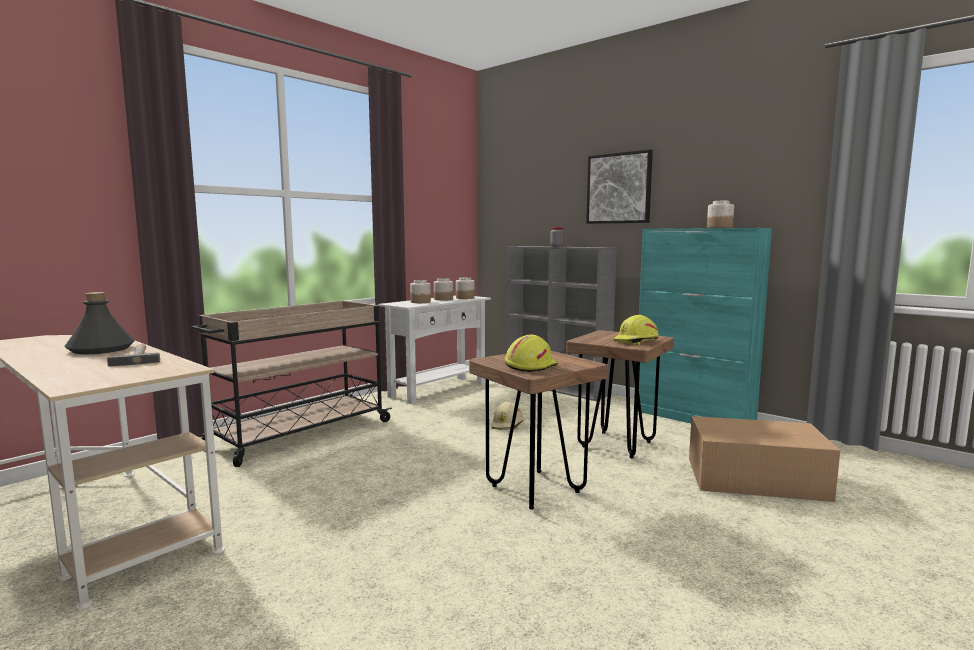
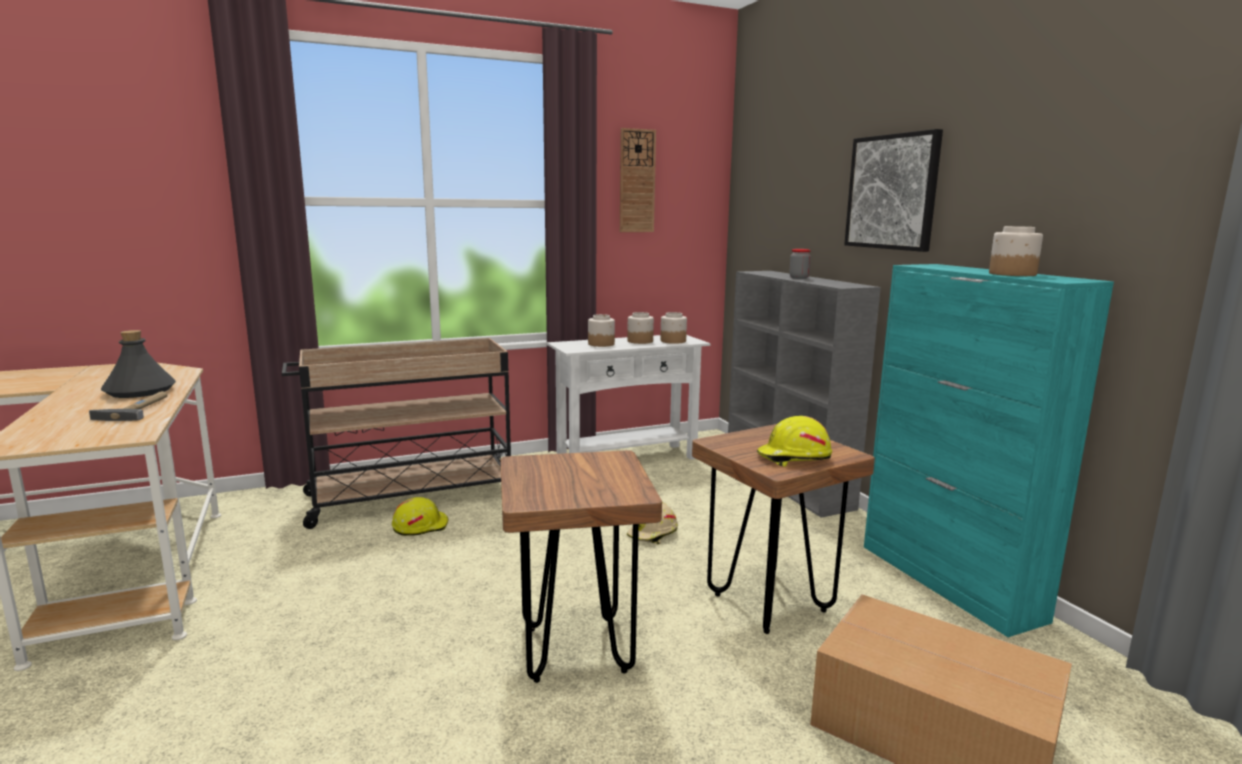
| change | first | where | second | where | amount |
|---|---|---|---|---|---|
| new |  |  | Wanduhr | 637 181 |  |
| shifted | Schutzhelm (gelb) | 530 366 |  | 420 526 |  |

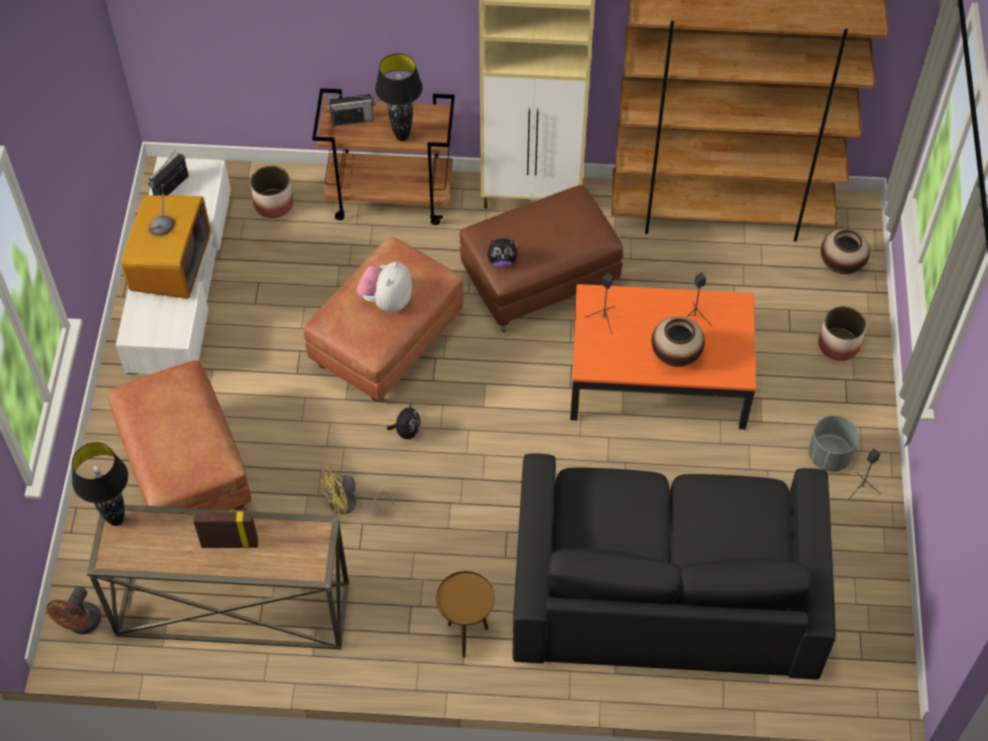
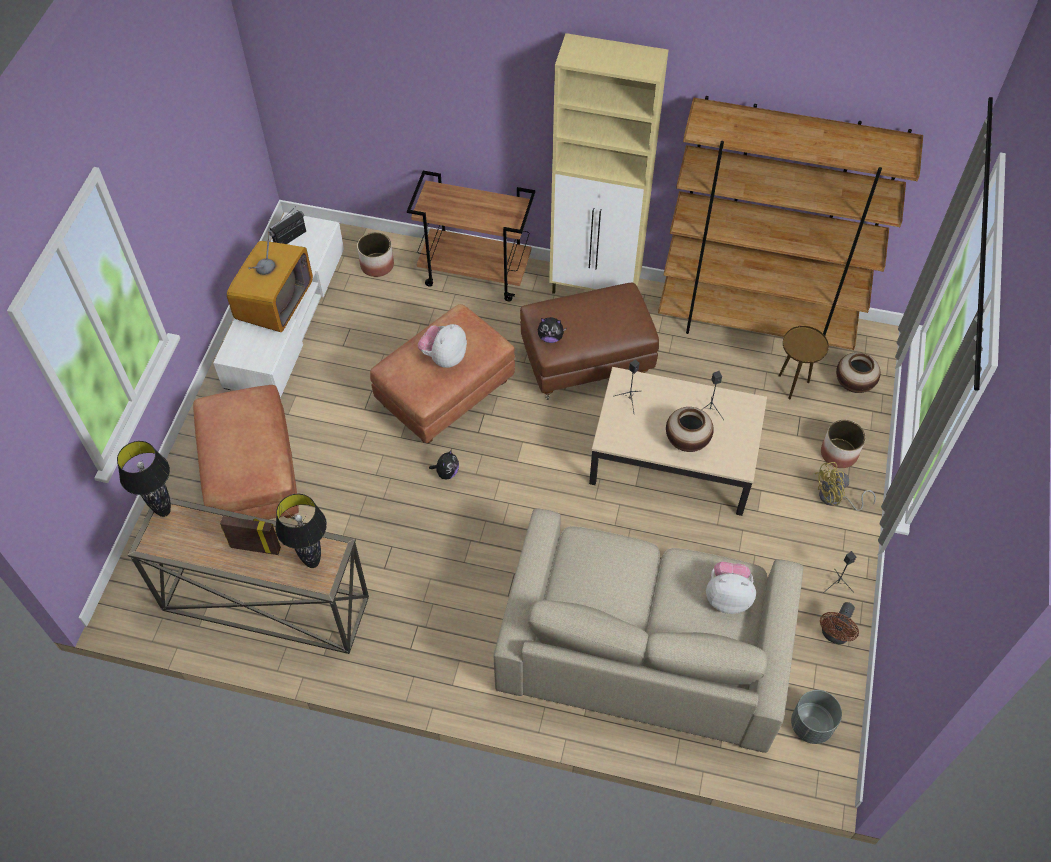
| change | first | where | second | where | amount |
|---|---|---|---|---|---|
| gone | Radio | 352 120 |  |  |  |
| new |  |  | Plüschtier | 727 597 |  |
| shifted | Ventilator (braun) | 81 625 |  | 834 635 |  |
| shifted | Ventilator (gelb) | 349 505 |  | 835 498 |  |
| shifted | Tischlampe (schwarz) | 402 137 |  | 313 563 |  |
| shifted | Beistelltisch (braun) | 466 636 |  | 792 385 |  |
| shifted | Pflanzkübel (grau) | 829 456 |  | 811 725 |  |
| repainted | Sofa (schwarz) | 665 587 | Sofa (beige) | 644 645 |  |
| repainted | Couchtisch (orange) | 658 378 | Couchtisch (beige) | 673 459 |  |

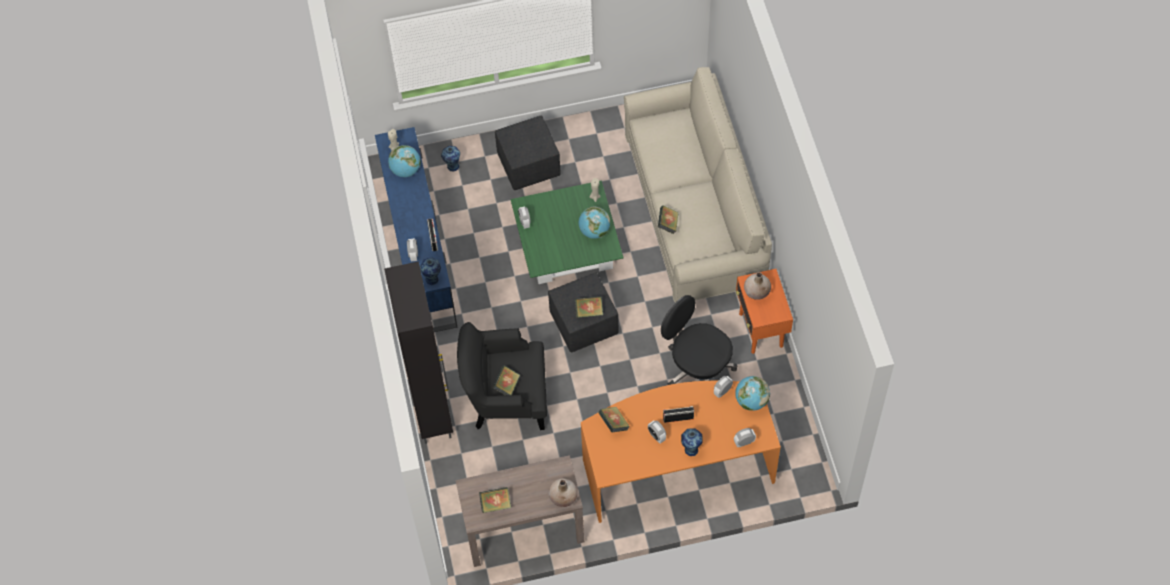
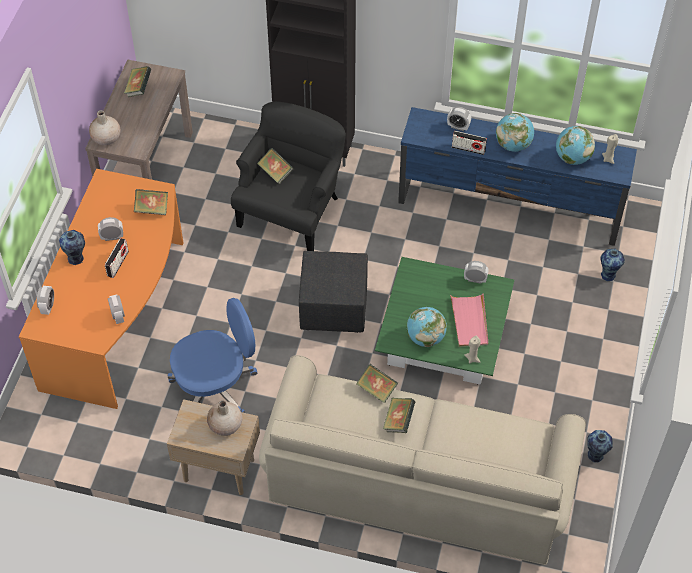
| change | first | where | second | where | amount |
|---|---|---|---|---|---|
| gone | Polsterhocker (schwarz) | 529 165 |  |  |  |
| new |  |  | Tablett (rosa) | 469 322 |  |
| shifted | Vase | 432 279 |  | 595 456 |  |
| shifted | Buch | 589 311 |  | 398 421 |  |
| shifted | Globus | 751 401 |  | 513 145 |  |
| repainted | Bürostuhl (schwarz) | 697 367 | Bürostuhl (blau) | 215 386 |  |
| repainted | Beistelltisch (orange) | 761 330 | Beistelltisch (beige) | 218 470 |  |

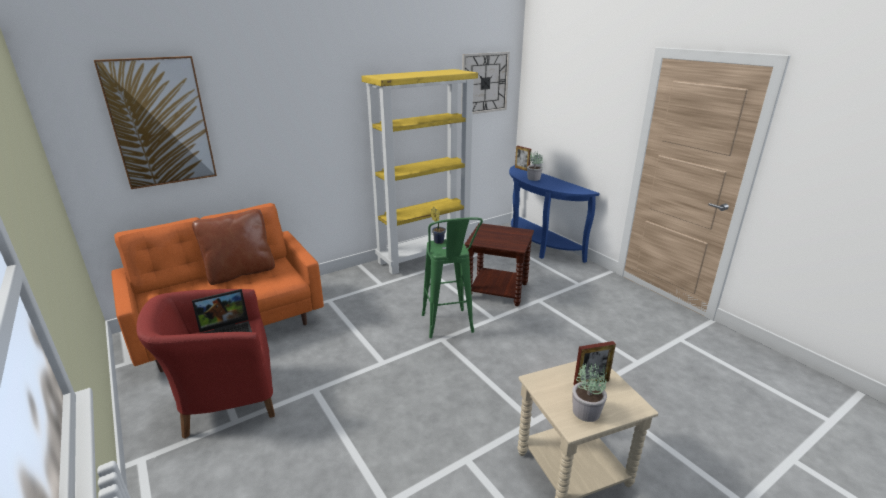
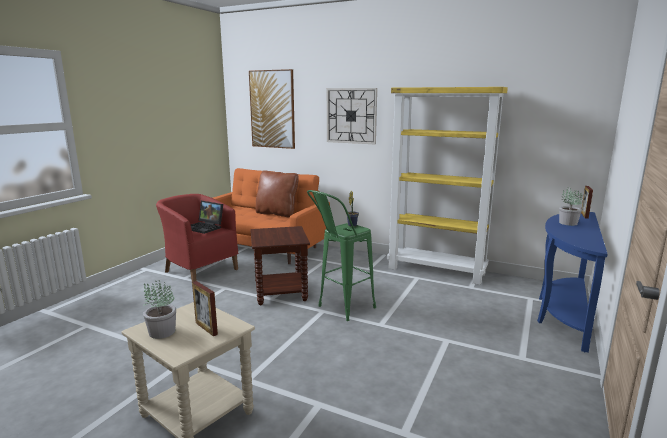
| change | first | where | second | where | amount |
|---|---|---|---|---|---|
| shifted | Wanduhr | 484 83 |  | 351 116 |  |
| shifted | Beistelltisch (braun) | 497 290 |  | 281 292 |  |

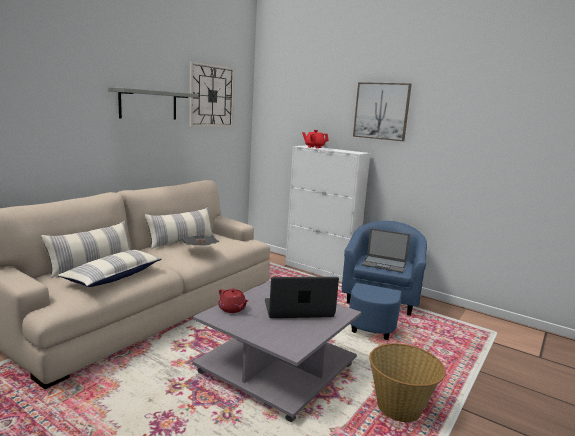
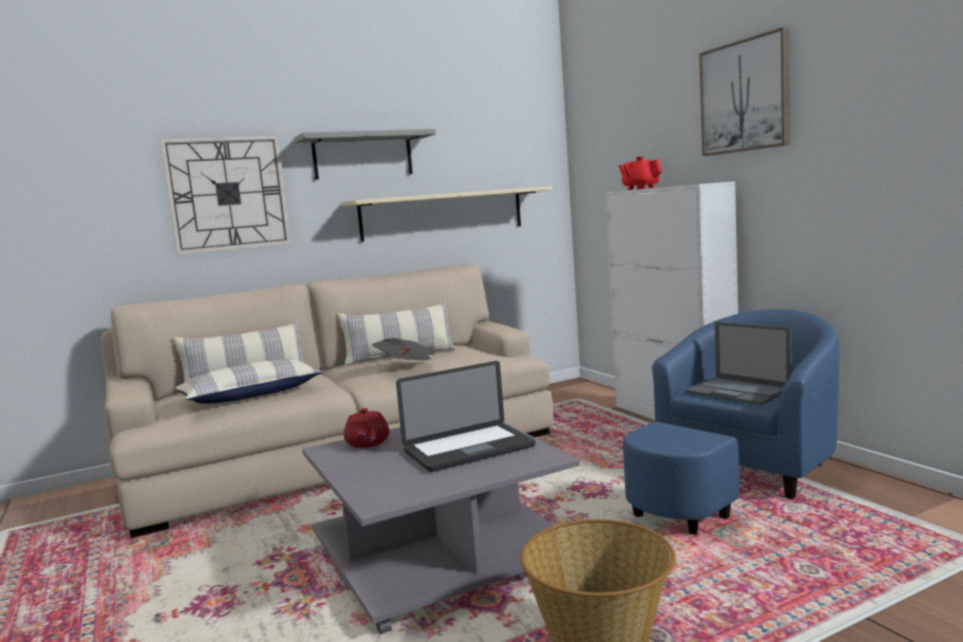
| change | first | where | second | where | amount |
|---|---|---|---|---|---|
| new |  |  | Wandregal (beige) | 443 214 |  |
| shifted | Wanduhr | 211 96 |  | 228 194 |  |
| rotated | Laptop | 298 309 |  | 469 449 | 135 degrees clockwise |

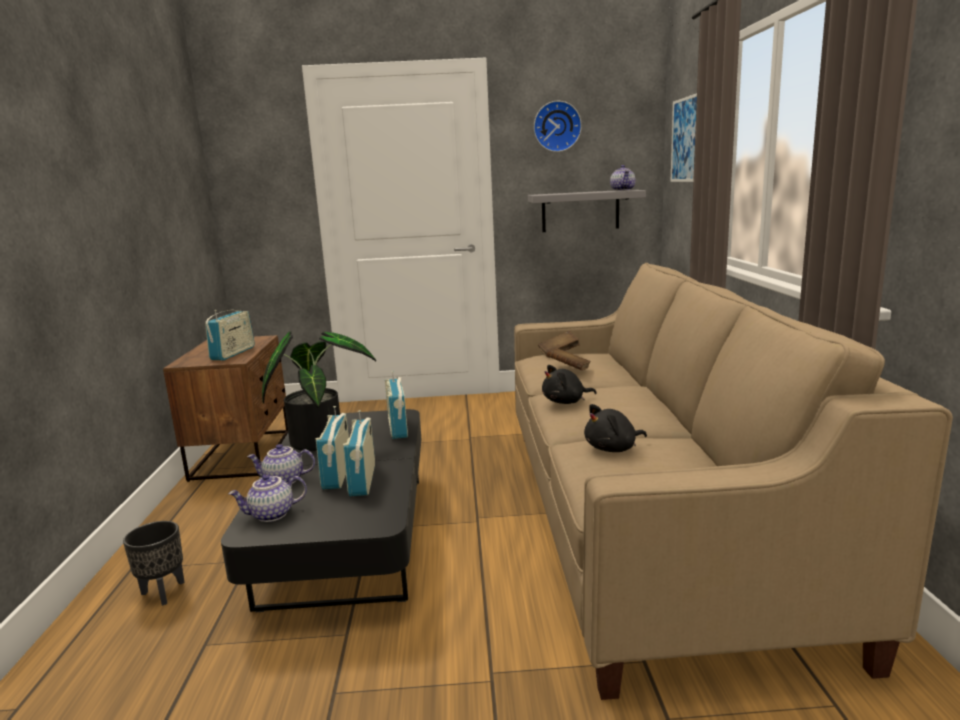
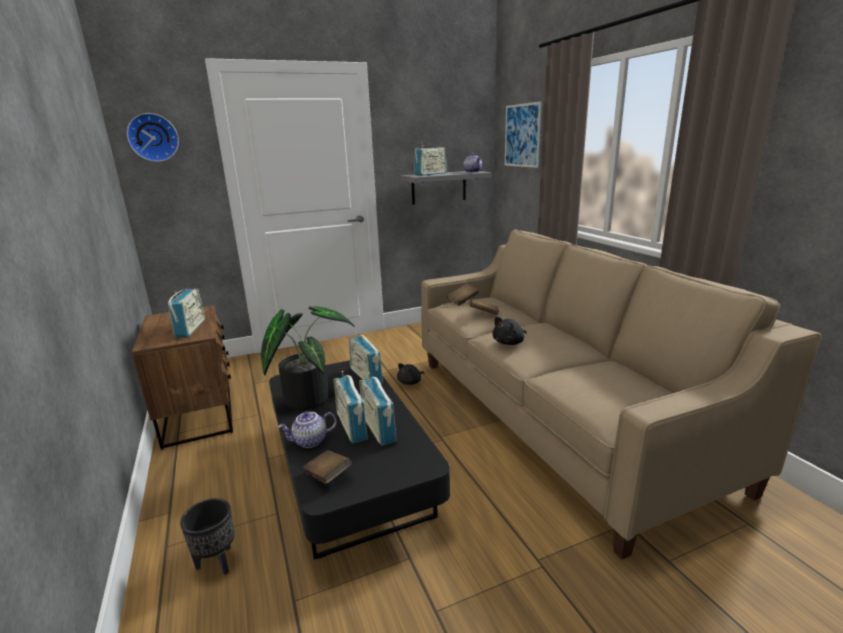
| change | first | where | second | where | amount |
|---|---|---|---|---|---|
| new |  |  | Radio | 431 174 |  |
| shifted | Wanduhr | 556 126 |  | 153 137 |  |
| shifted | Plüschtier (schwarz) | 613 449 |  | 410 382 |  |
| swapped | Teekanne | 271 515 | Buch (braun) | 328 476 |  |

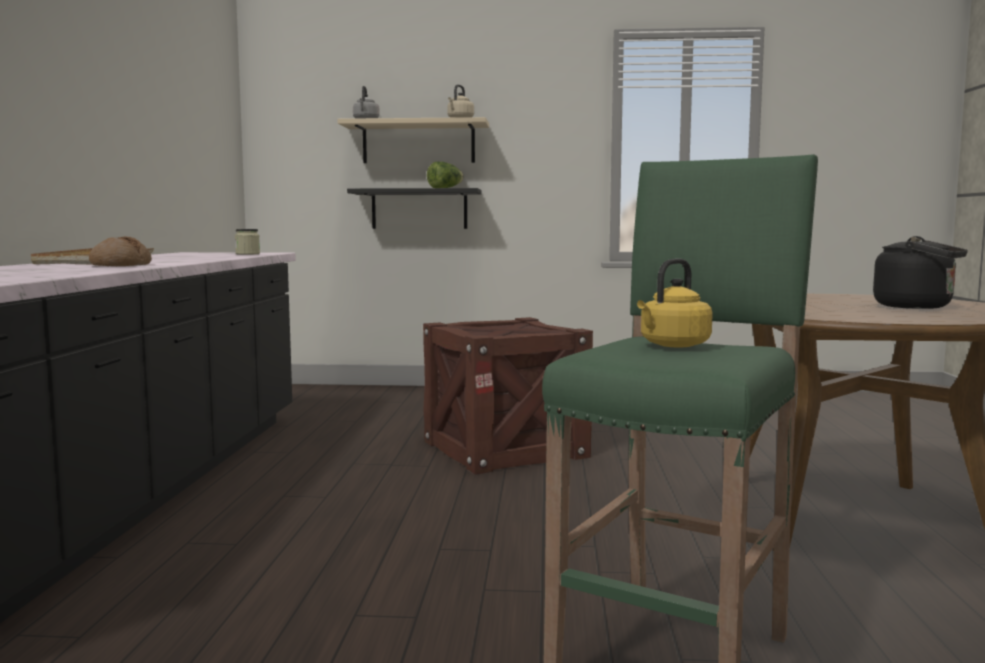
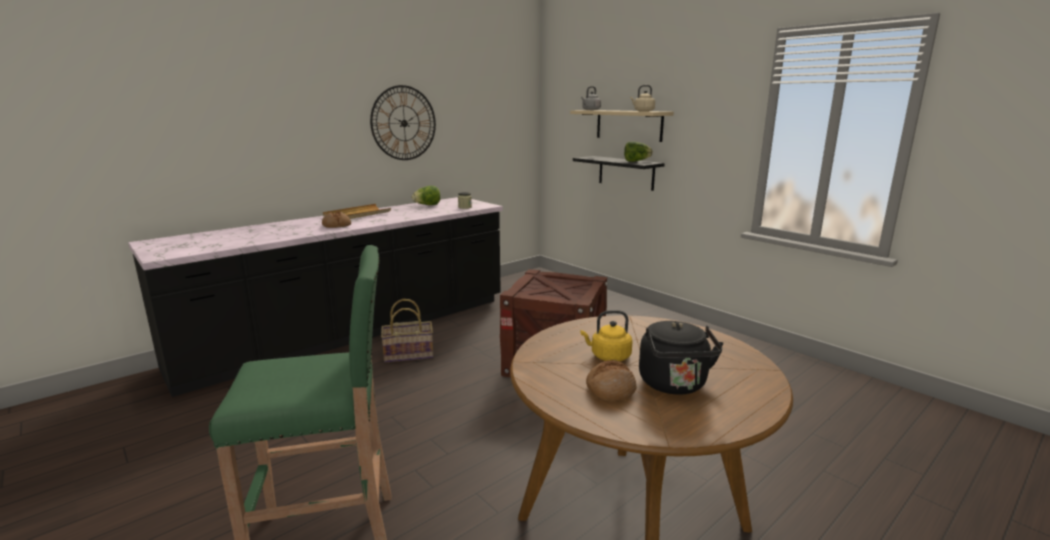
| change | first | where | second | where | amount |
|---|---|---|---|---|---|
| new |  |  | Wanduhr | 404 123 |  |
| new |  |  | Korb | 409 354 |  |
| new |  |  | Salatkopf | 427 205 |  |
| new |  |  | Brot | 610 389 |  |
| shifted | Wasserkessel (gelb) | 672 345 |  | 608 356 |  |

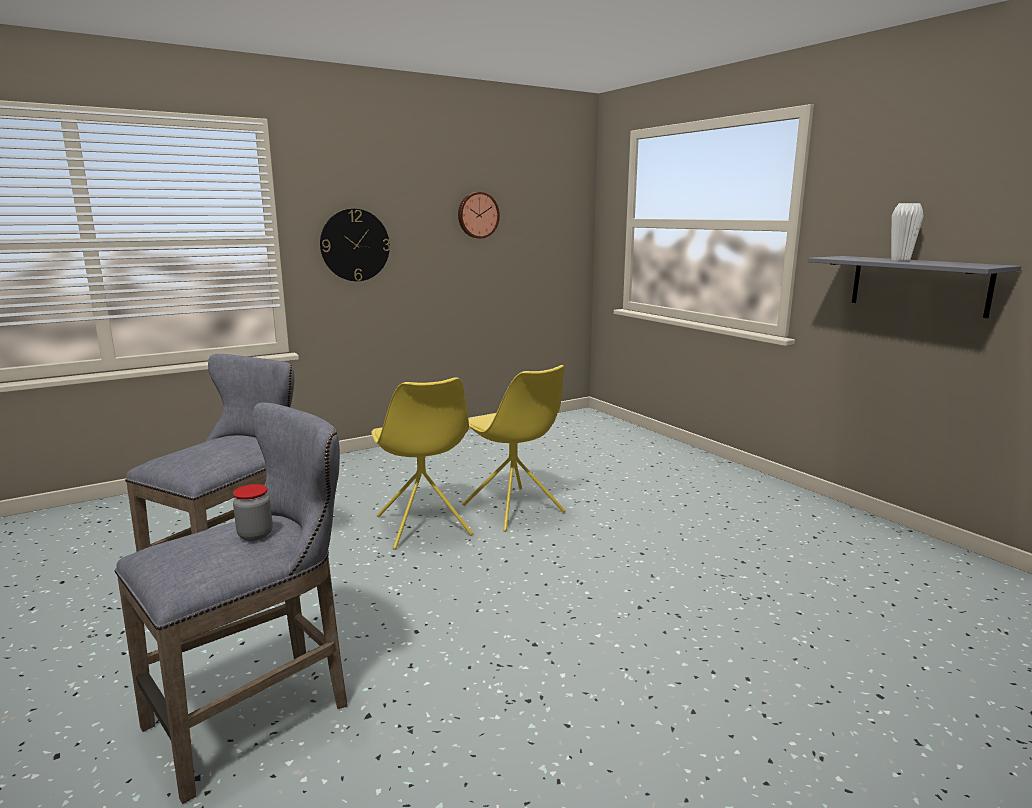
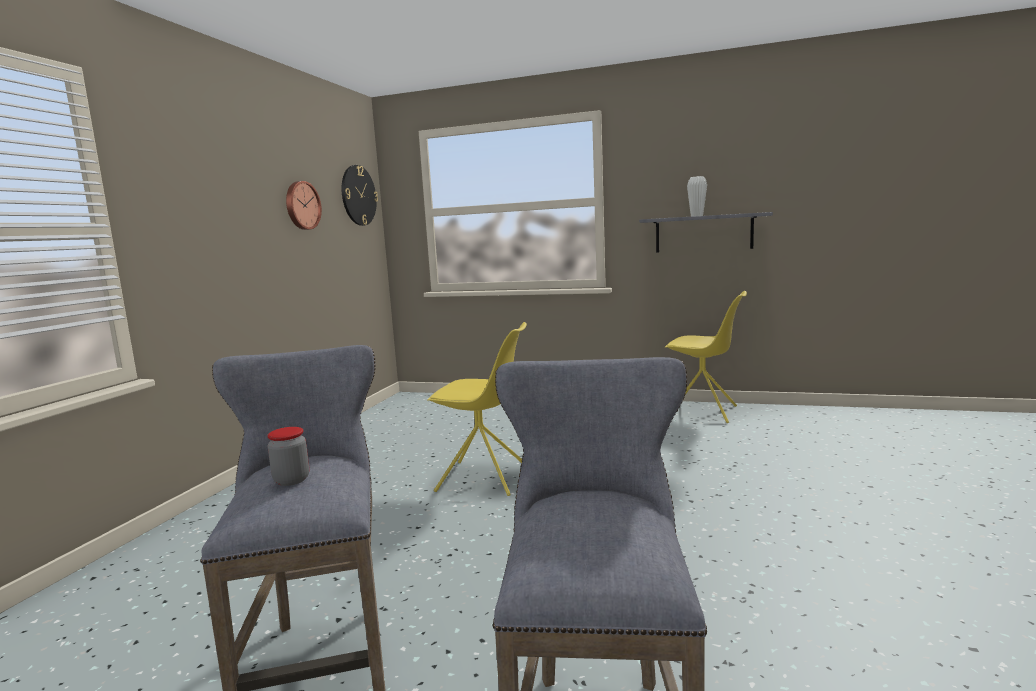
| change | first | where | second | where | amount |
|---|---|---|---|---|---|
| shifted | Vorratsglas | 255 535 |  | 291 480 |  |
| shifted | Wanduhr | 355 245 |  | 358 195 |  |
| shifted | Stuhl (gelb) | 423 527 |  | 703 412 |  |

